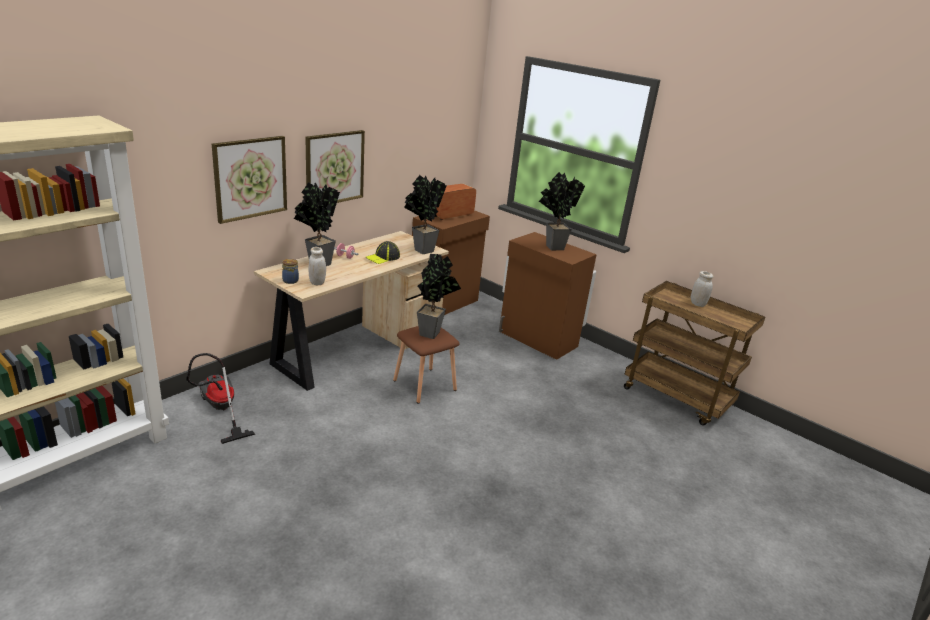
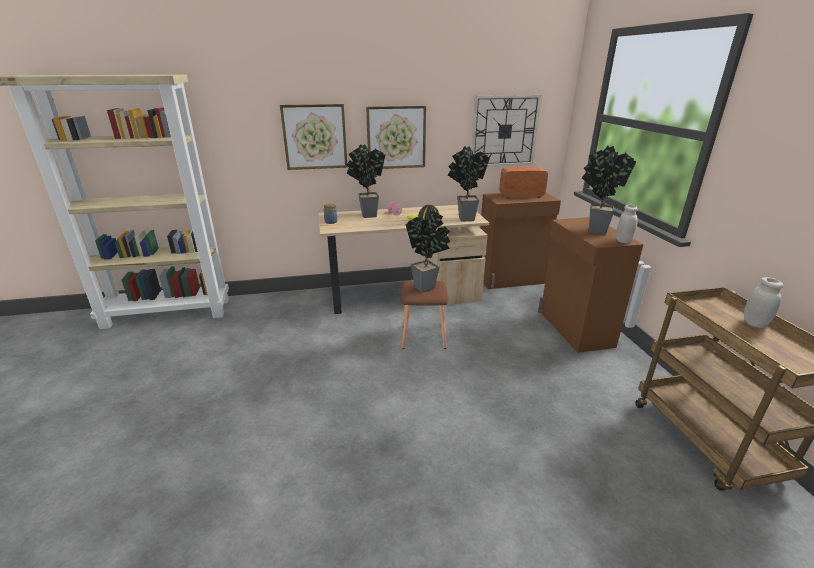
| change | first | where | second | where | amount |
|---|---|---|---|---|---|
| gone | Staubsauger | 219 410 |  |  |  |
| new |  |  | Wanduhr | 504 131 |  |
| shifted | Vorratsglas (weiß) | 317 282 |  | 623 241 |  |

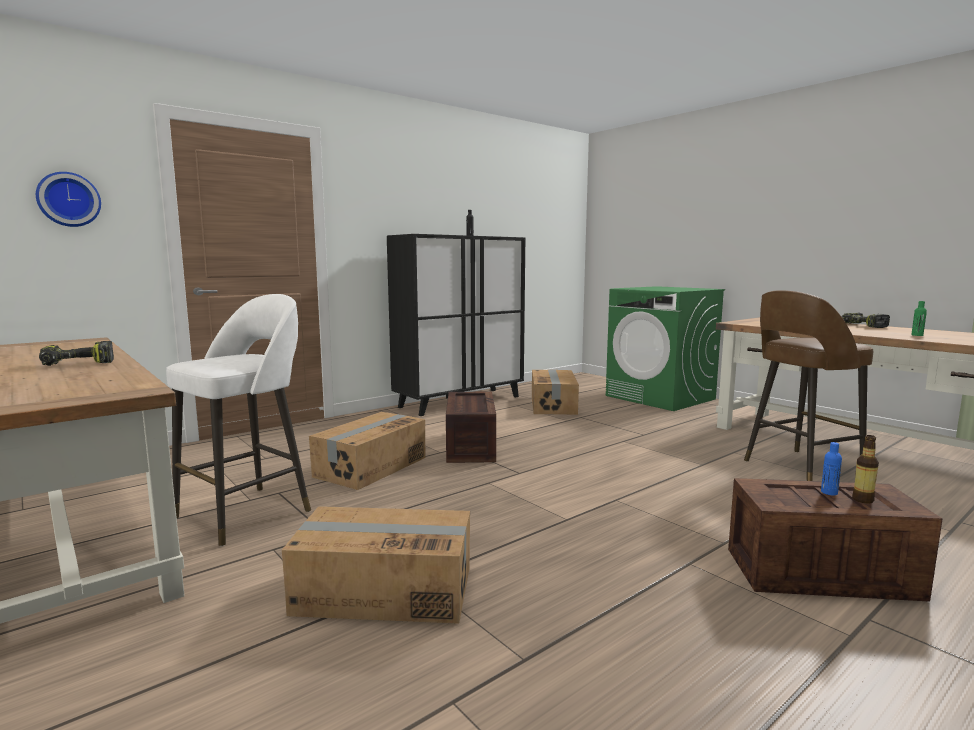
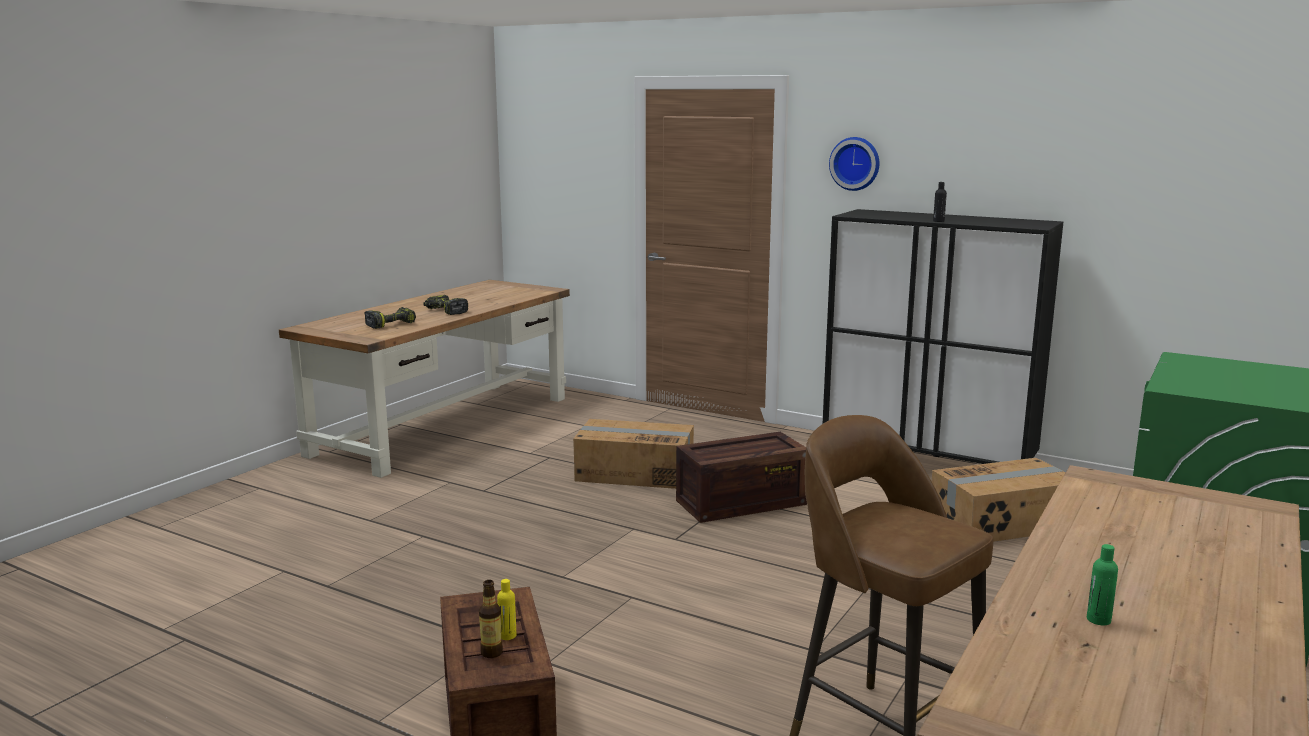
| change | first | where | second | where | amount |
|---|---|---|---|---|---|
| gone | Hocker (weiß) | 247 513 |  |  |  |
| gone | Karton | 384 590 |  |  |  |
| shifted | Wanduhr | 68 199 |  | 855 163 |  |
| shifted | Bohrmaschine | 862 326 |  | 391 324 |  |
| repainted | Flasche (blau) | 829 492 | Flasche (gelb) | 507 636 |  |

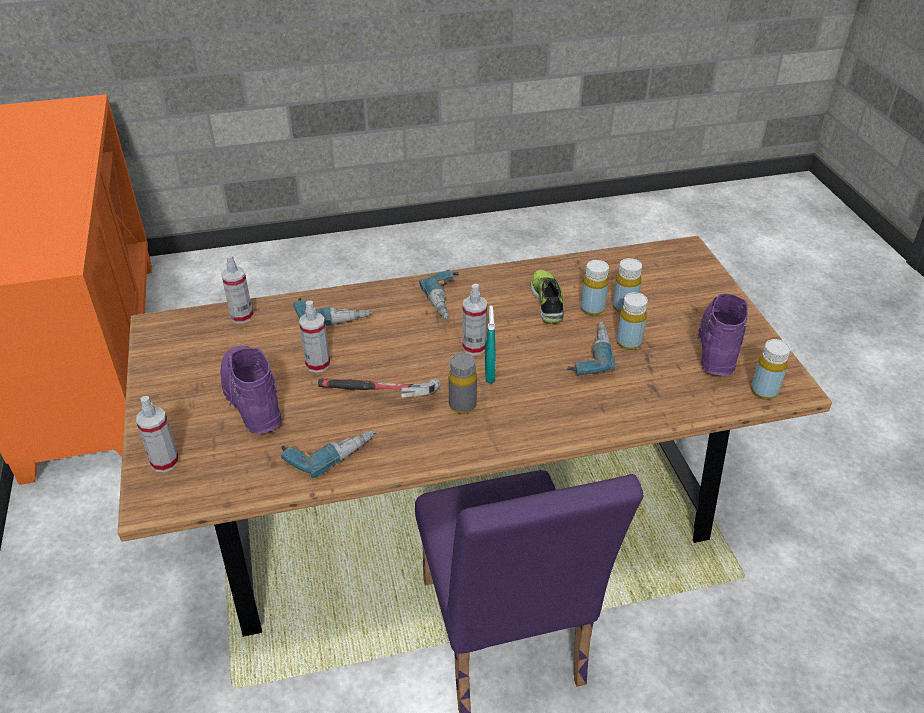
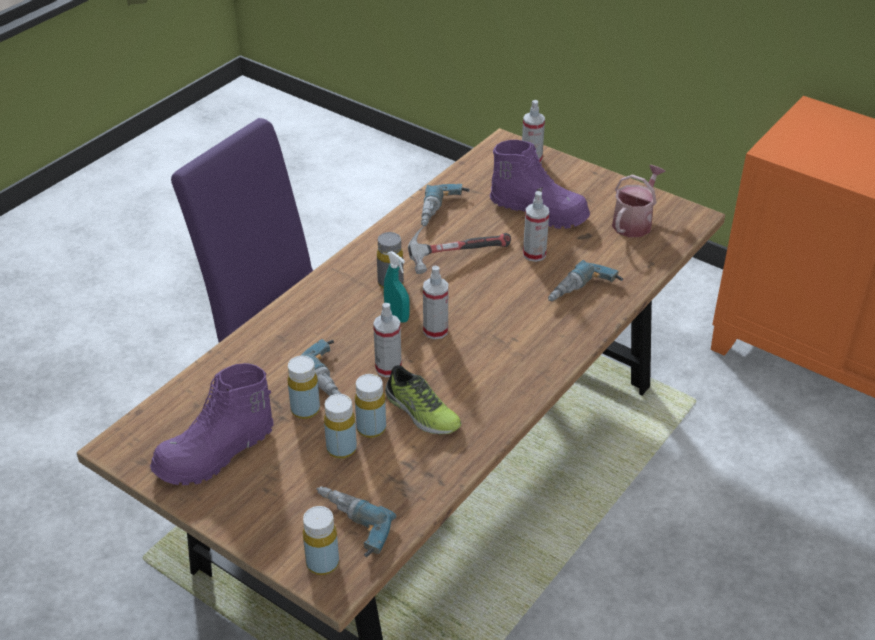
| change | first | where | second | where | amount |
|---|---|---|---|---|---|
| new |  |  | Gießkanne | 634 222 |  |
| shifted | Sprühflasche | 241 316 |  | 388 368 |  |
| shifted | Bohrmaschine | 448 301 |  | 347 527 |  |
| shifted | Flasche (gelb) | 764 391 |  | 322 563 |  |
| rotated | Stiefel (lila) | 718 346 |  | 216 454 | 75 degrees clockwise |

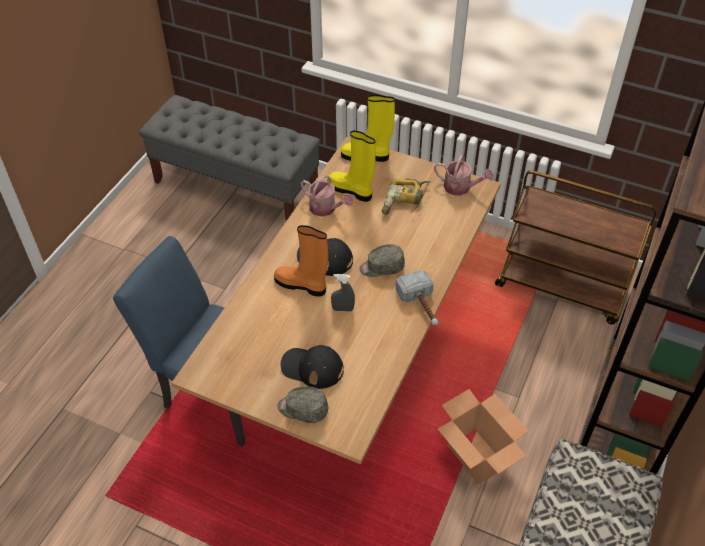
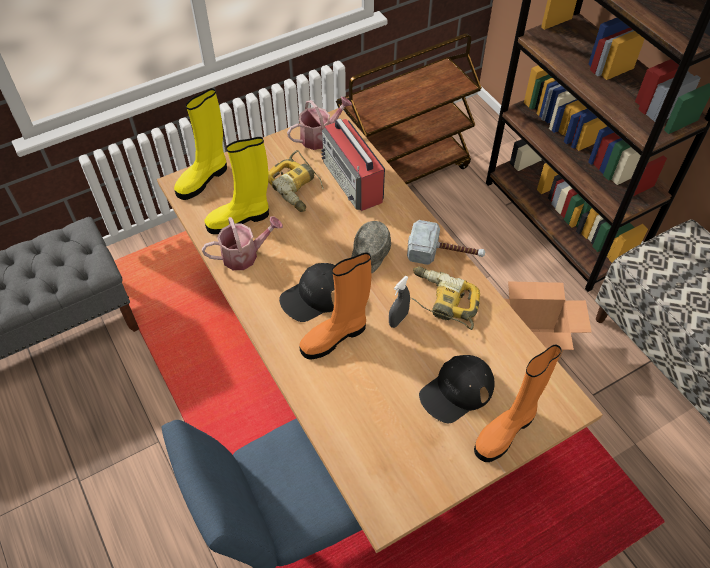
| change | first | where | second | where | amount |
|---|---|---|---|---|---|
| new |  |  | Radio | 353 182 |  |
| new |  |  | Bohrmaschine | 442 302 |  |
| swapped | Kappe (grau) | 302 409 | Stiefel (orange) | 506 431 |  |

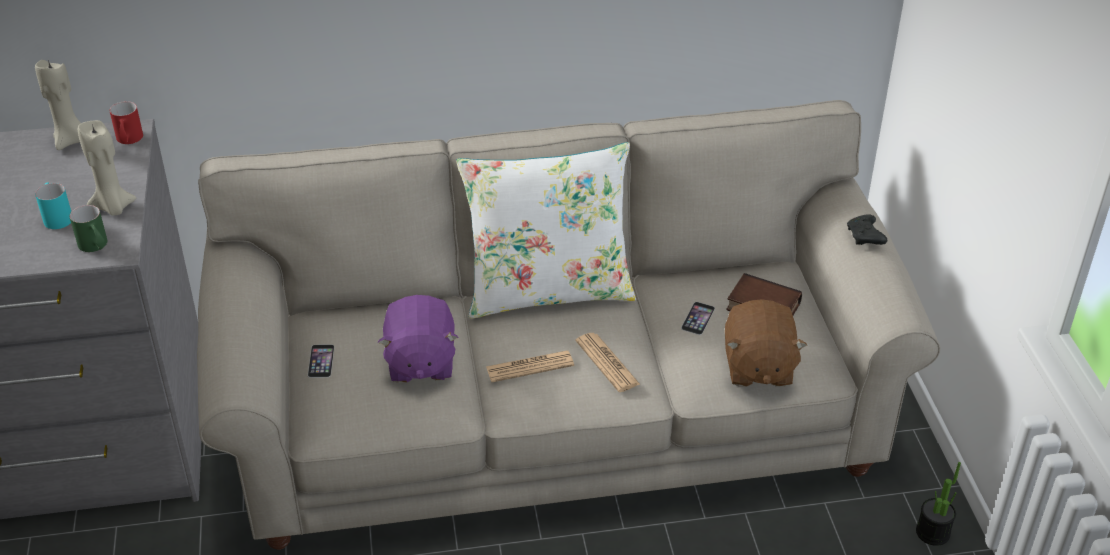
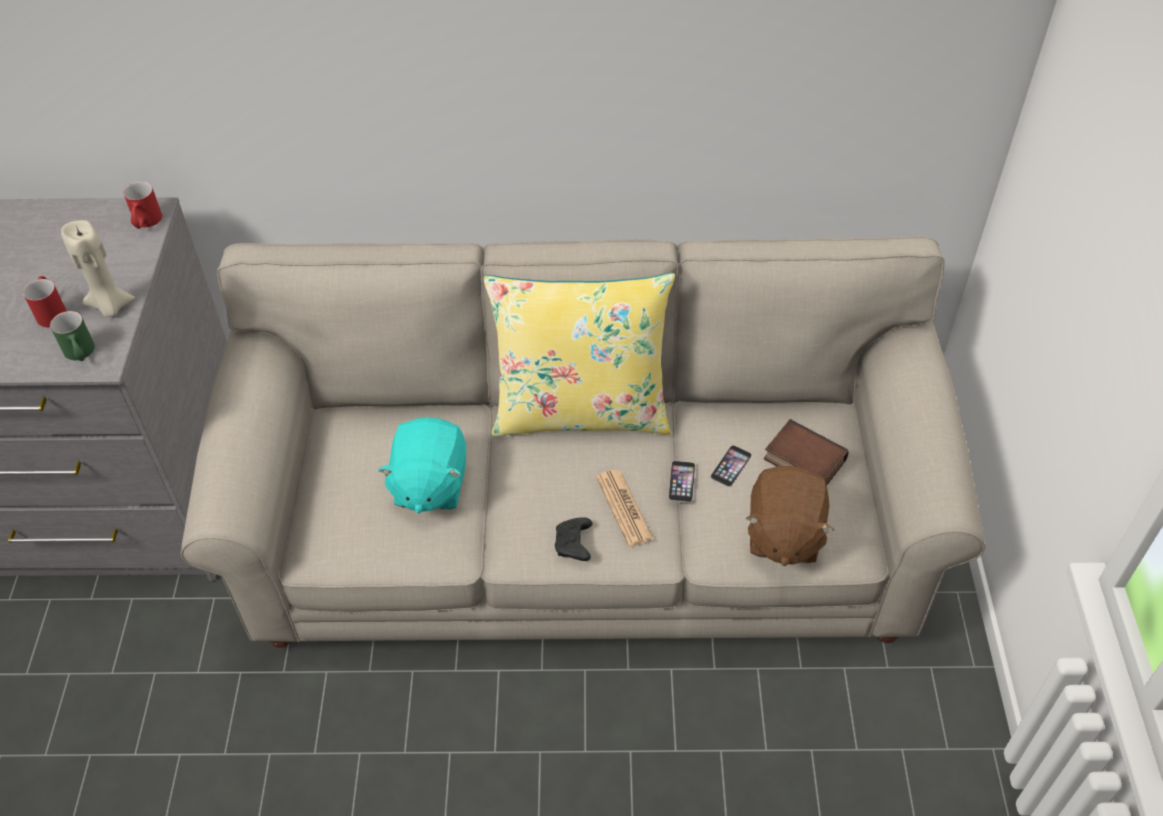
| change | first | where | second | where | amount |
|---|---|---|---|---|---|
| gone | Kerze (beige) | 71 141 |  |  |  |
| gone | Zeitung | 529 367 |  |  |  |
| gone | Topfpflanze | 932 532 |  |  |  |
| shifted | Handy | 321 361 |  | 681 481 |  |
| shifted | Gamepad (schwarz) | 865 237 |  | 574 545 |  |
| repainted | Henkelbecher (türkis) | 56 216 | Henkelbecher (rot) | 52 311 |  |
| repainted | Plüschtier (lila) | 420 362 | Plüschtier (türkis) | 429 485 |  |
| repainted | Kissen (weiß) | 548 290 | Kissen (gelb) | 581 411 |  |

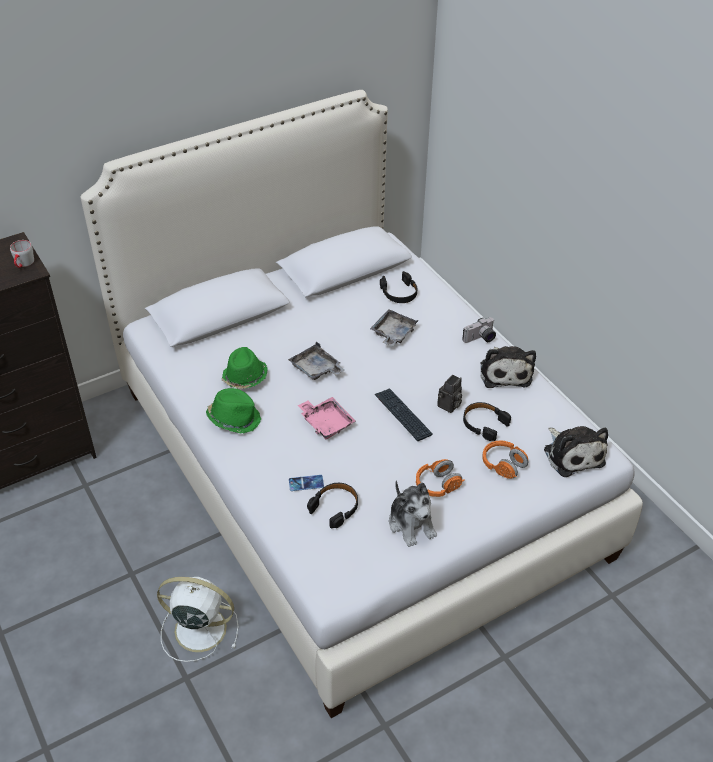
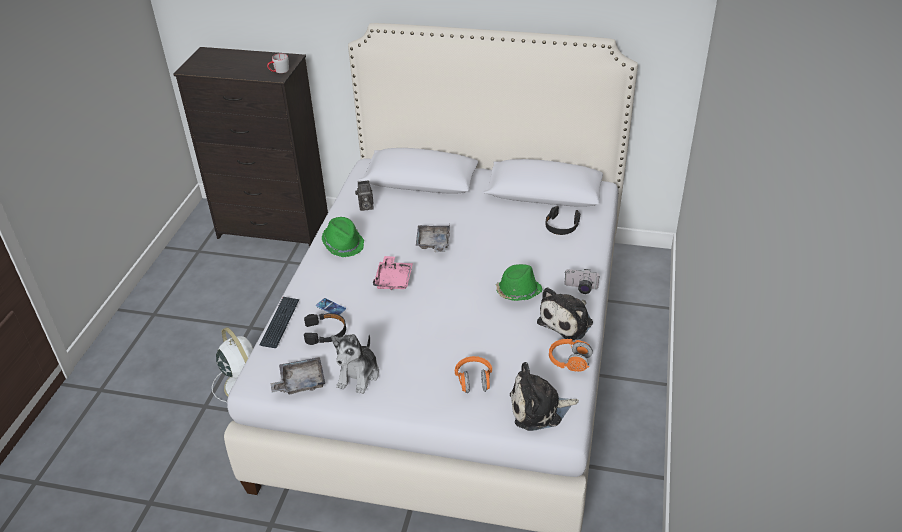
| change | first | where | second | where | amount |
|---|---|---|---|---|---|
| gone | Kopfhörer (schwarz) | 484 424 |  |  |  |
| shifted | Hut (grün) | 244 378 |  | 518 292 |  |
| shifted | Tablett (grau) | 393 333 |  | 300 382 |  |
| shifted | Tastatur | 403 415 |  | 280 322 |  |
| shifted | Kopfhörer (orange) | 437 486 |  | 569 361 |  |
| shifted | Kamera | 449 406 |  | 365 207 |  |
| rotated | Plüschtier | 572 454 |  | 539 409 | 60 degrees clockwise |

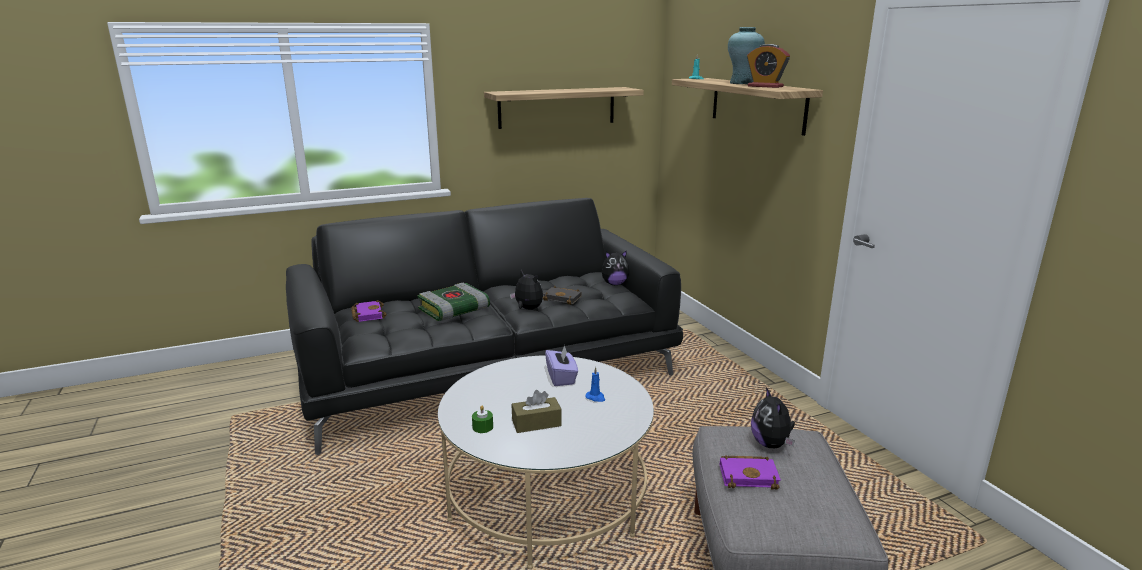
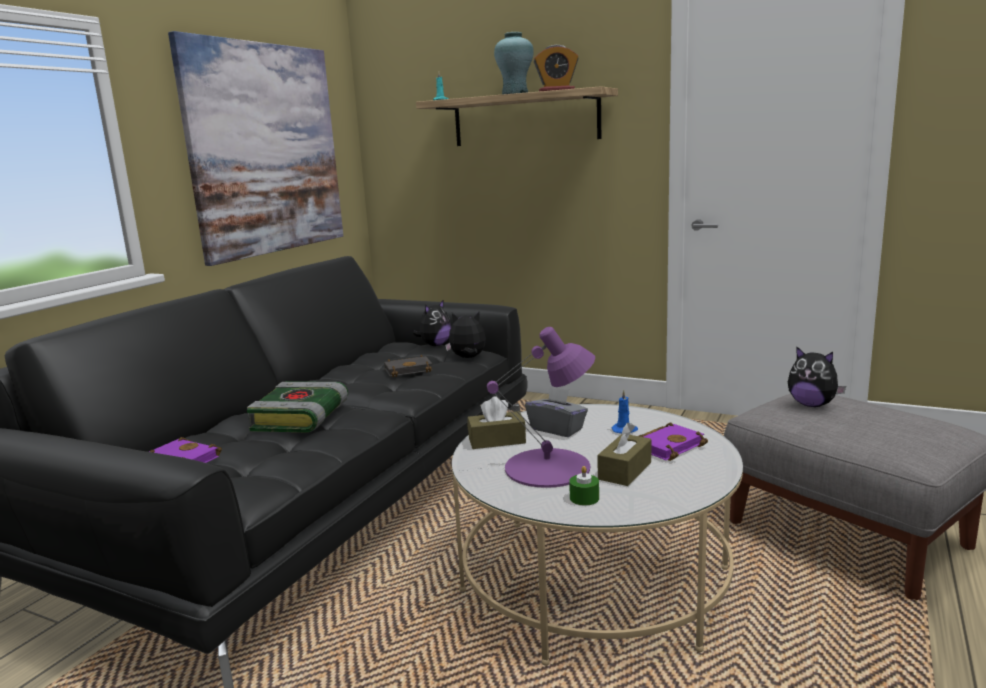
| change | first | where | second | where | amount |
|---|---|---|---|---|---|
| new |  |  | Taschentuchbox (braun) | 497 440 |  |
| new |  |  | Tischlampe (lila) | 549 468 |  |
| shifted | Plüschtier | 527 309 |  | 468 358 |  |
| shifted | Buch (lila) | 749 475 |  | 668 446 |  |
| swapped | Wandregal | 557 107 | Bild | 266 149 |  |
| repainted | Taschentuchbox (lila) | 561 378 | Taschentuchbox (grau) | 557 429 |  |

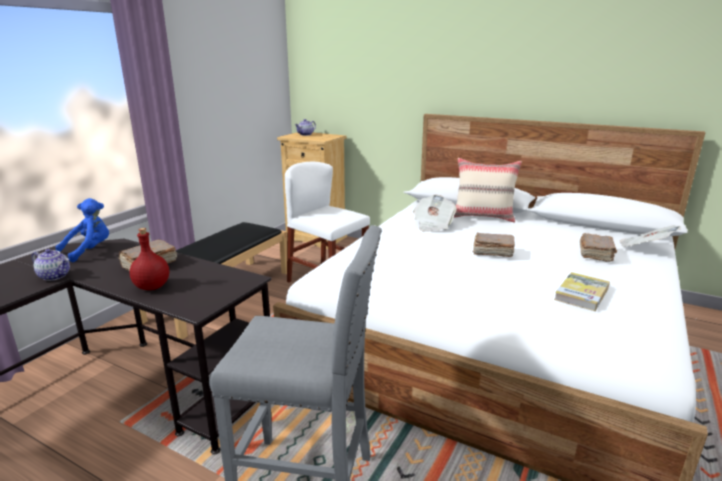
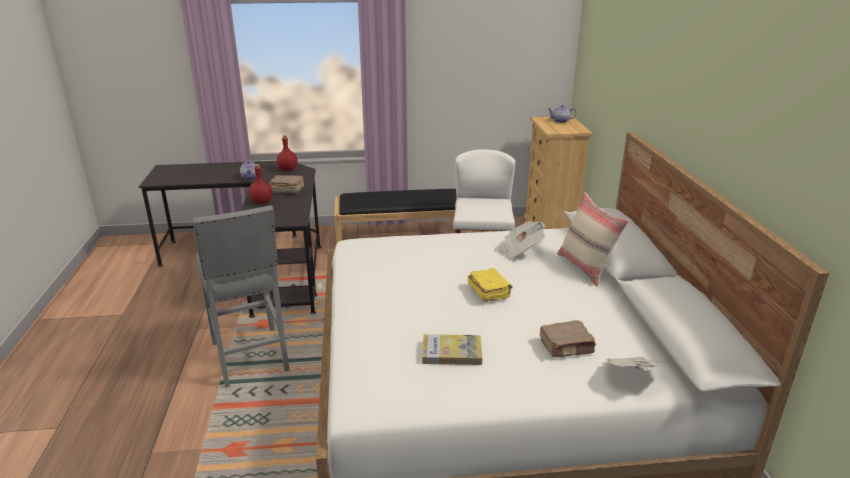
| change | first | where | second | where | amount |
|---|---|---|---|---|---|
| swapped | Plüschtier (blau) | 89 251 | Flasche (rot) | 288 169 |  |
| repainted | Buch (braun) | 492 252 | Buch (gelb) | 488 291 |  |

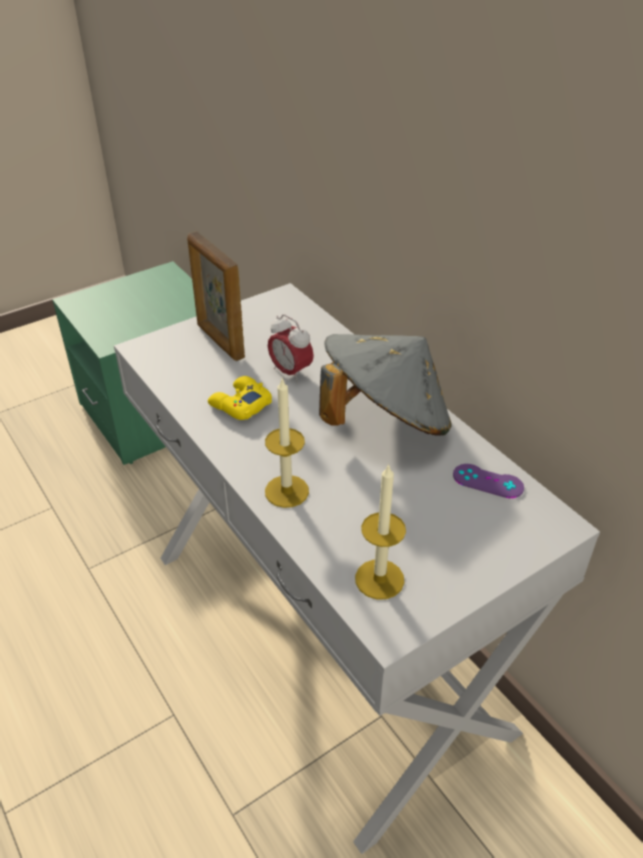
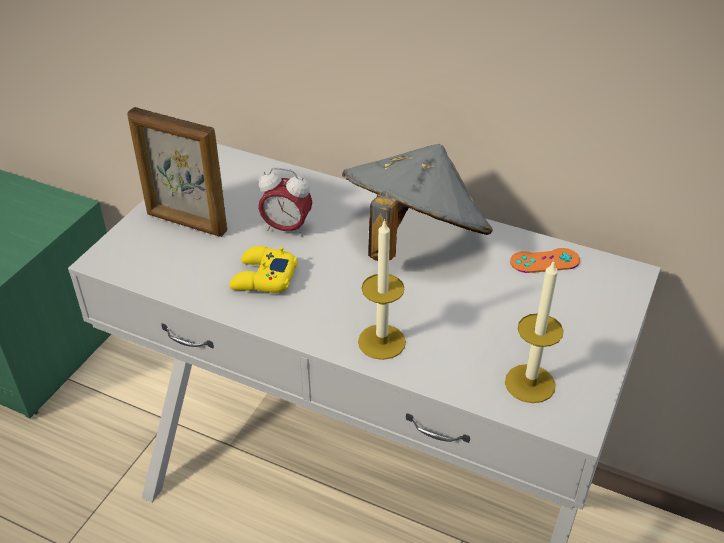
| change | first | where | second | where | amount |
|---|---|---|---|---|---|
| repainted | Gamepad (lila) | 488 481 | Gamepad (orange) | 544 261 |  |

